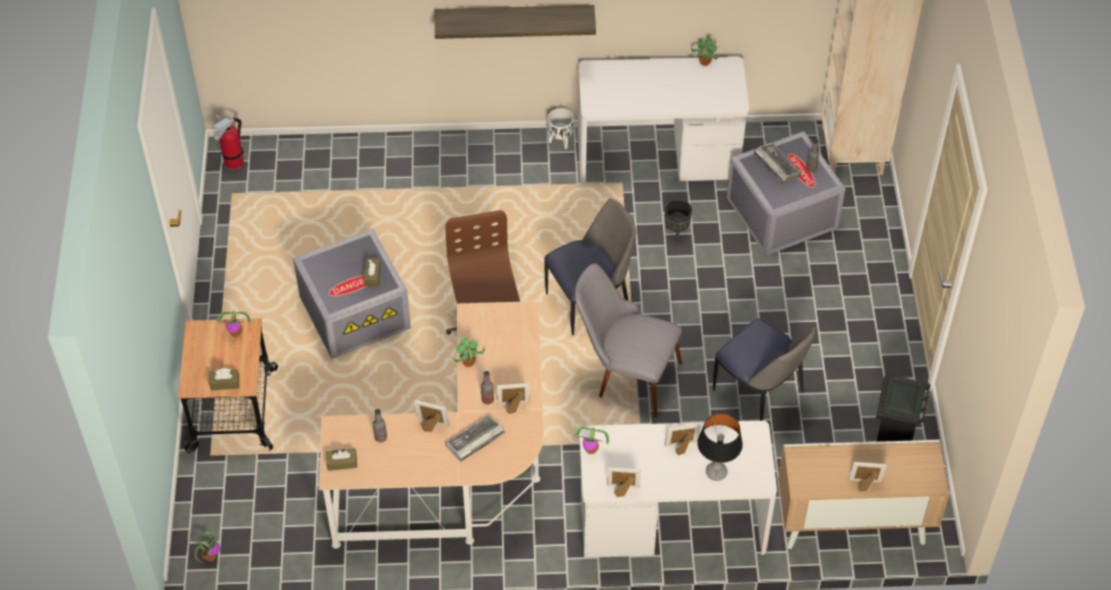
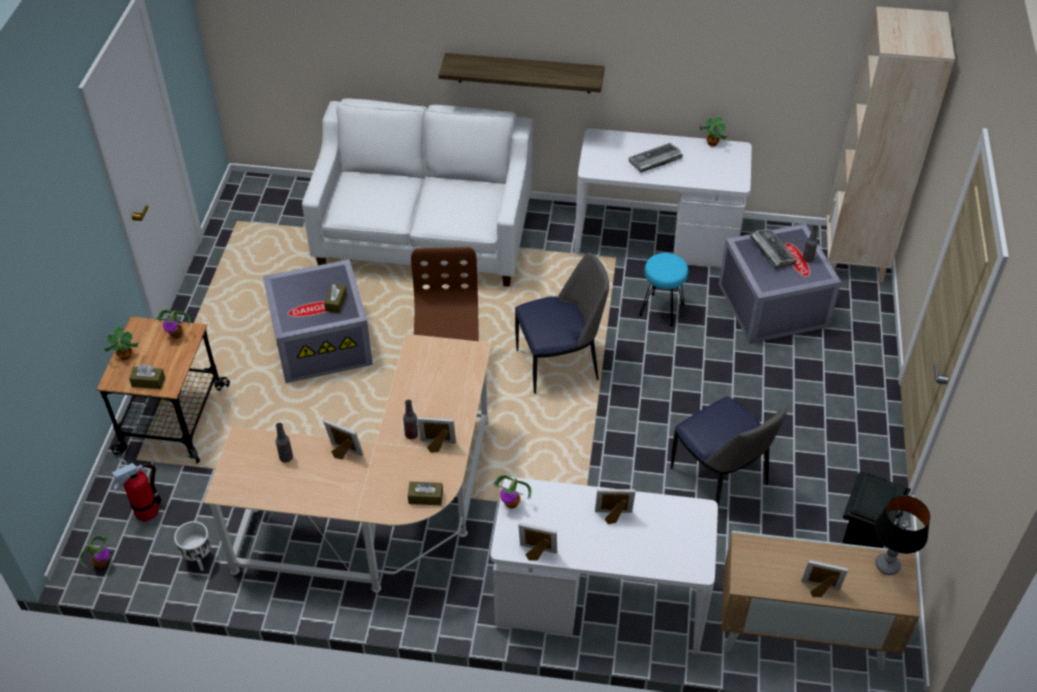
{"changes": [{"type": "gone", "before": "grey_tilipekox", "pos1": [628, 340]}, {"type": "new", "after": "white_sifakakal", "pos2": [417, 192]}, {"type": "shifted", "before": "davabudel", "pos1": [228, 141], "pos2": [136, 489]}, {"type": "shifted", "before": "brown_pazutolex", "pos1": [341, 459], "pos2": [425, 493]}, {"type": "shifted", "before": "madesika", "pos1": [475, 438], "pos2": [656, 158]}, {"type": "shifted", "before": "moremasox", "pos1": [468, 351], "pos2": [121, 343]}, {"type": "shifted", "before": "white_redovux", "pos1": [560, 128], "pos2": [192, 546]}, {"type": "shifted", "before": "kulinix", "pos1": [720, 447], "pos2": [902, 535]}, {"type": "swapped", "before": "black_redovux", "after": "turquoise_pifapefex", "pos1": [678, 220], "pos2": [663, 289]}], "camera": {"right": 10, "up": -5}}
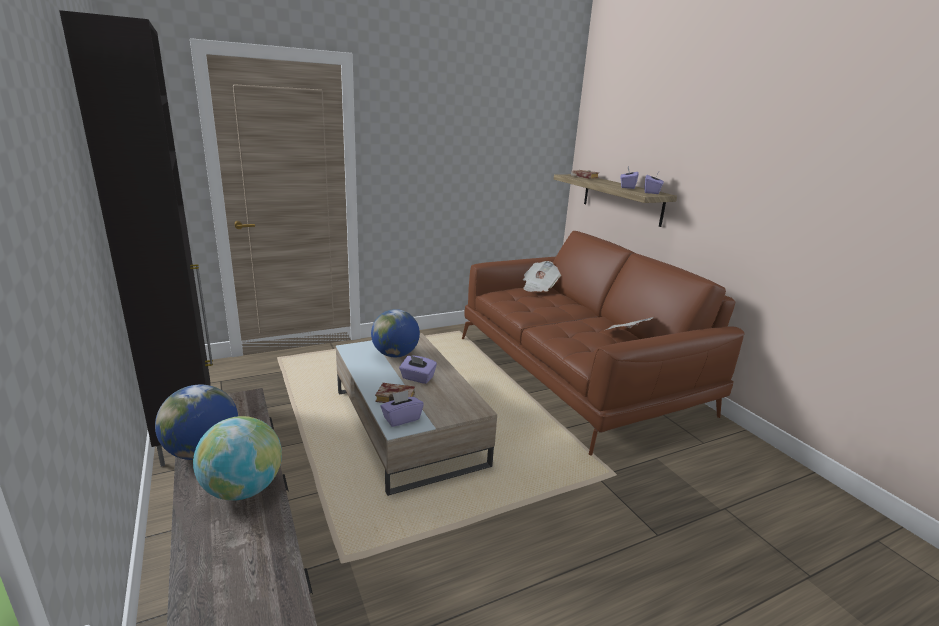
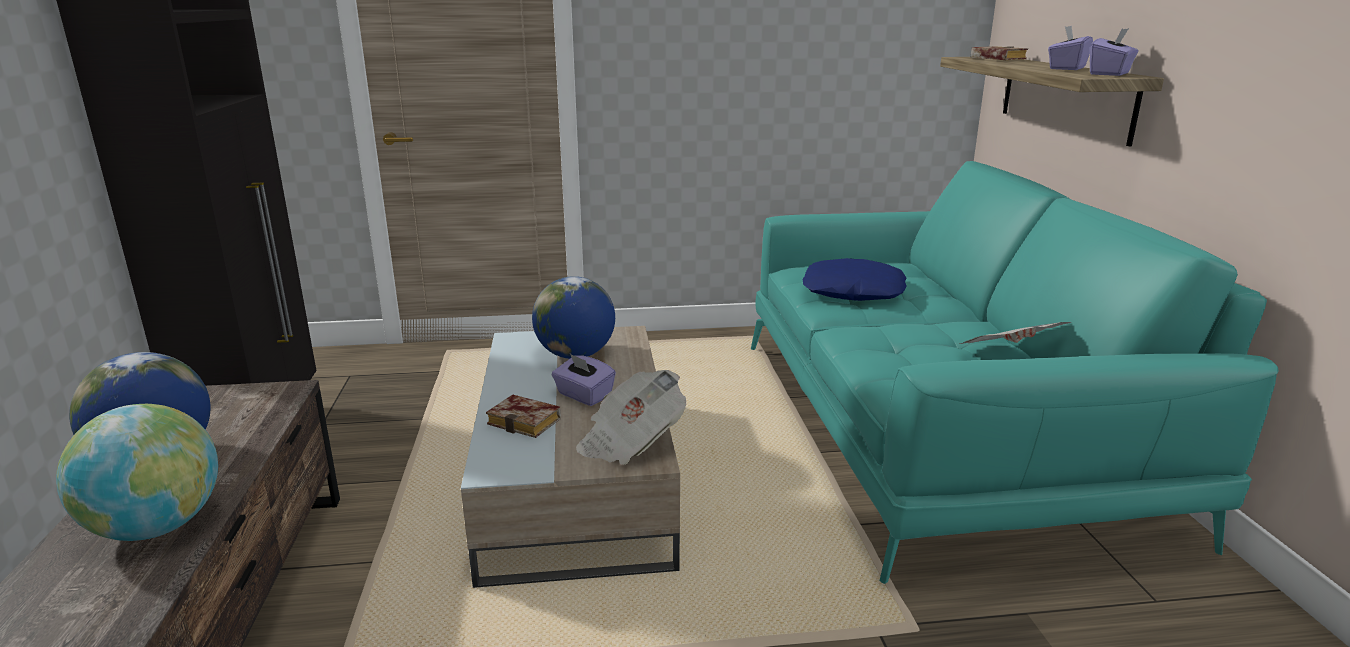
{"changes": [{"type": "gone", "before": "purple_pazutolex", "pos1": [402, 408]}, {"type": "new", "after": "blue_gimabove", "pos2": [855, 279]}, {"type": "shifted", "before": "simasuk", "pos1": [542, 276], "pos2": [631, 417]}, {"type": "repainted", "before": "brown_sifakakal", "after": "turquoise_sifakakal", "pos1": [603, 343], "pos2": [1014, 372]}], "camera": {"right": 20, "up": 0}}
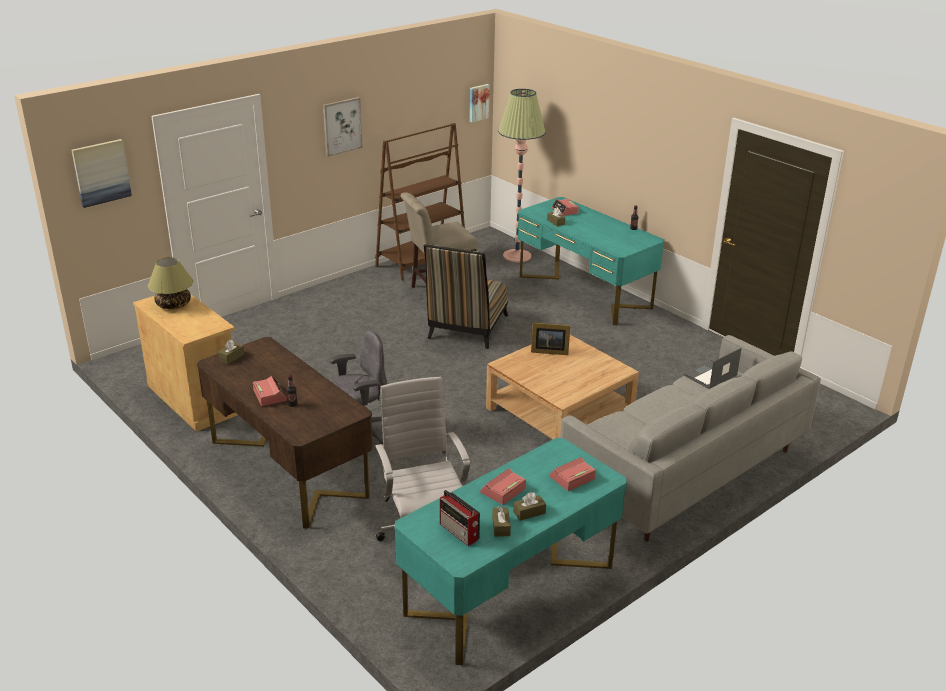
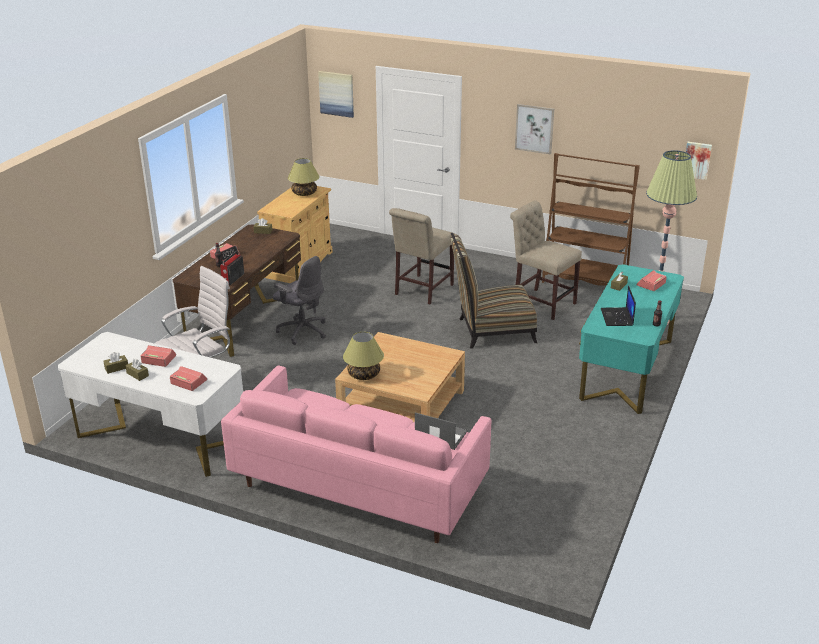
{"changes": [{"type": "gone", "before": "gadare", "pos1": [550, 339]}, {"type": "new", "after": "kulinix", "pos2": [363, 356]}, {"type": "new", "after": "beige_tilipekox", "pos2": [422, 256]}, {"type": "new", "after": "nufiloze", "pos2": [618, 305]}, {"type": "shifted", "before": "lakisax", "pos1": [460, 518], "pos2": [232, 268]}, {"type": "repainted", "before": "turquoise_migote", "after": "white_migote", "pos1": [511, 551], "pos2": [150, 404]}, {"type": "repainted", "before": "grey_sifakakal", "after": "pink_sifakakal", "pos1": [690, 438], "pos2": [356, 454]}], "camera": {"right": 65, "up": 0}}
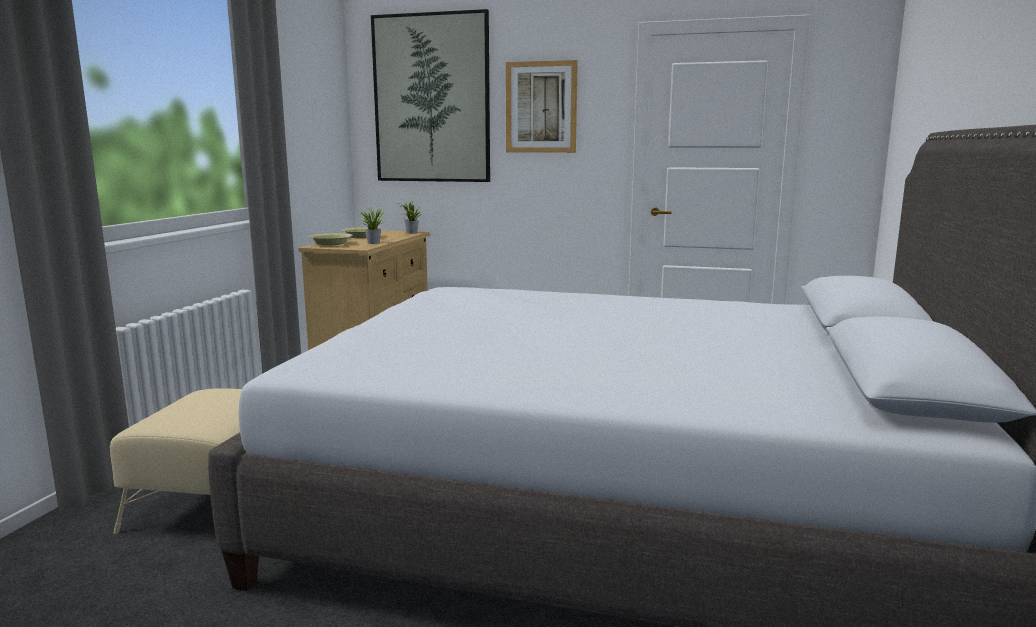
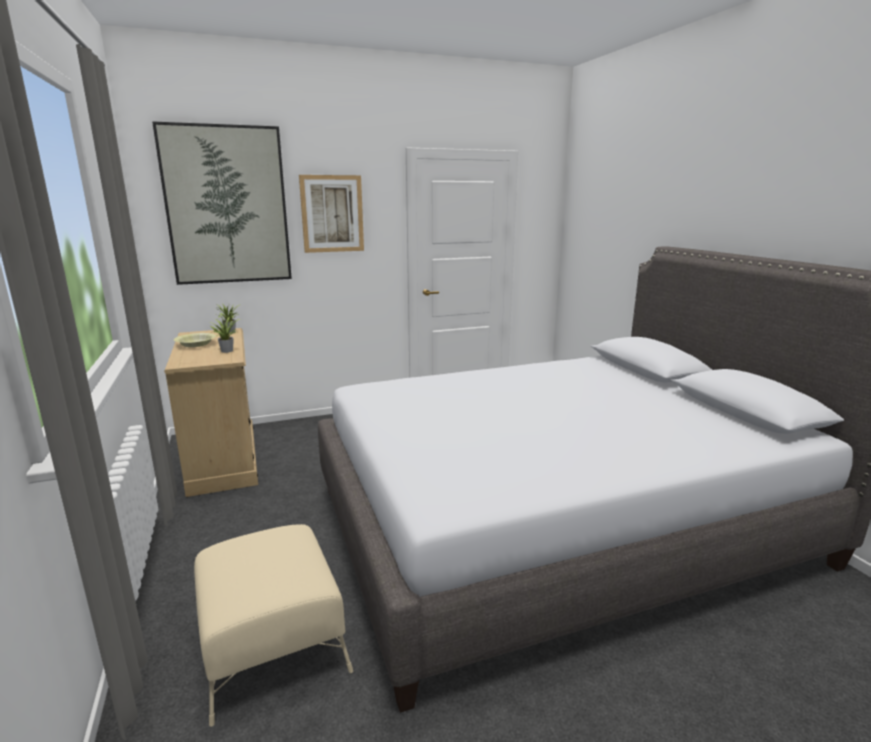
{"changes": [{"type": "gone", "before": "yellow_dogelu", "pos1": [330, 239]}], "camera": {"right": -35, "up": 5}}
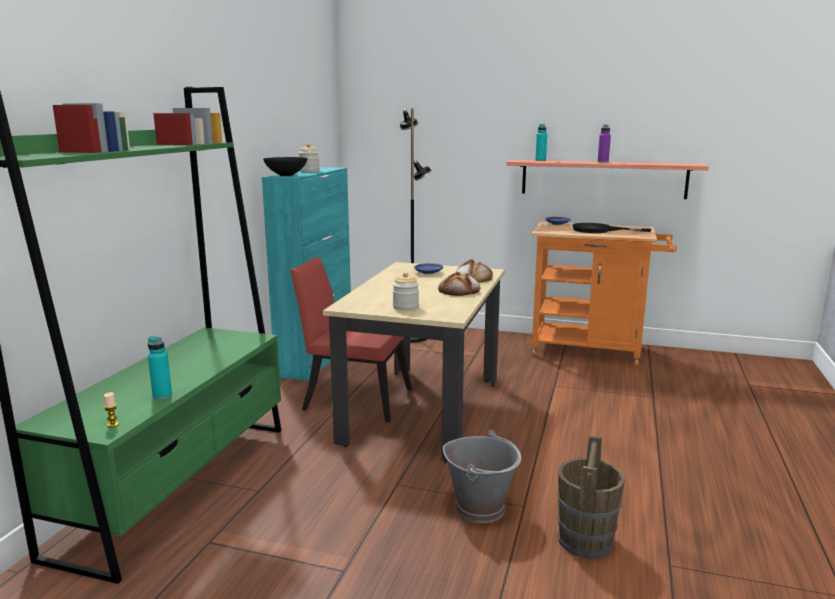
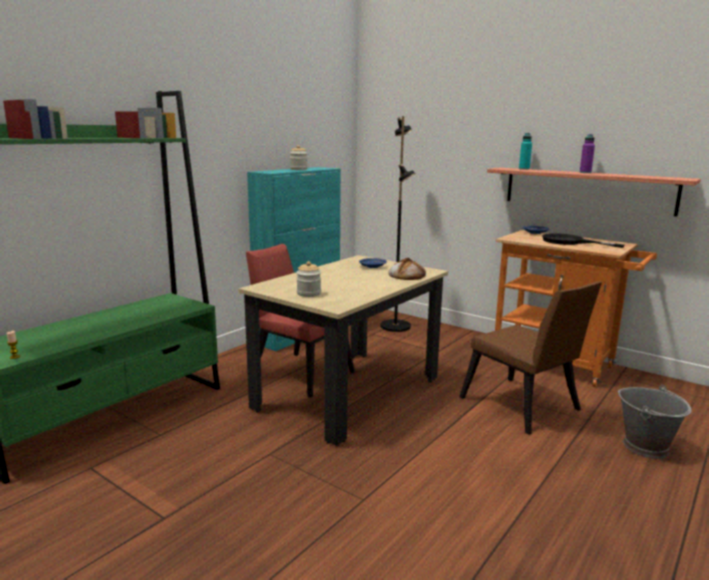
{"changes": [{"type": "gone", "before": "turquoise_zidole", "pos1": [160, 368]}, {"type": "gone", "before": "black_dogelu", "pos1": [285, 166]}, {"type": "gone", "before": "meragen", "pos1": [459, 284]}, {"type": "gone", "before": "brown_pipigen", "pos1": [591, 497]}, {"type": "new", "after": "brown_tilipekox", "pos2": [530, 358]}, {"type": "shifted", "before": "grey_pipigen", "pos1": [482, 476], "pos2": [654, 422]}], "camera": {"right": 20, "up": 0}}
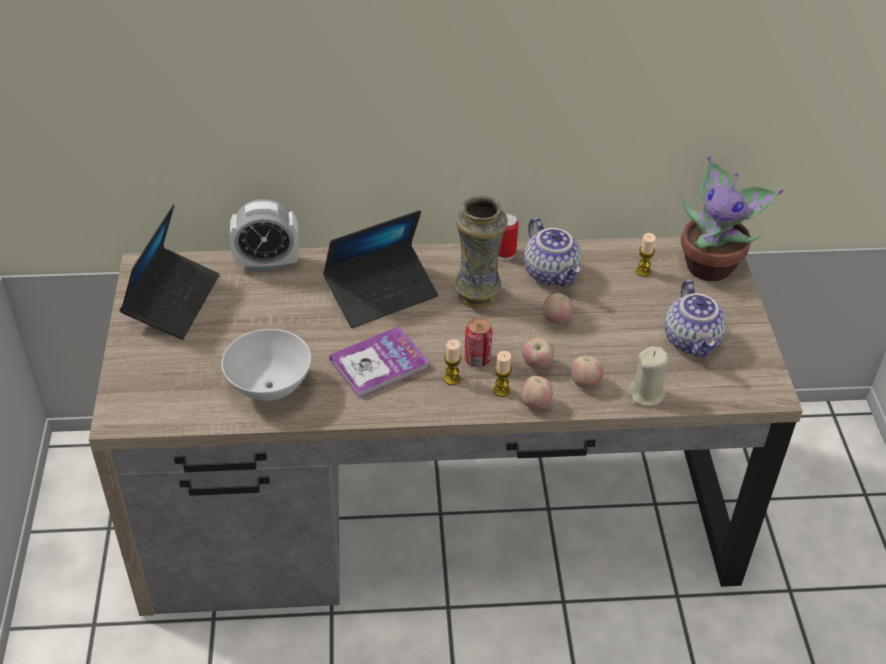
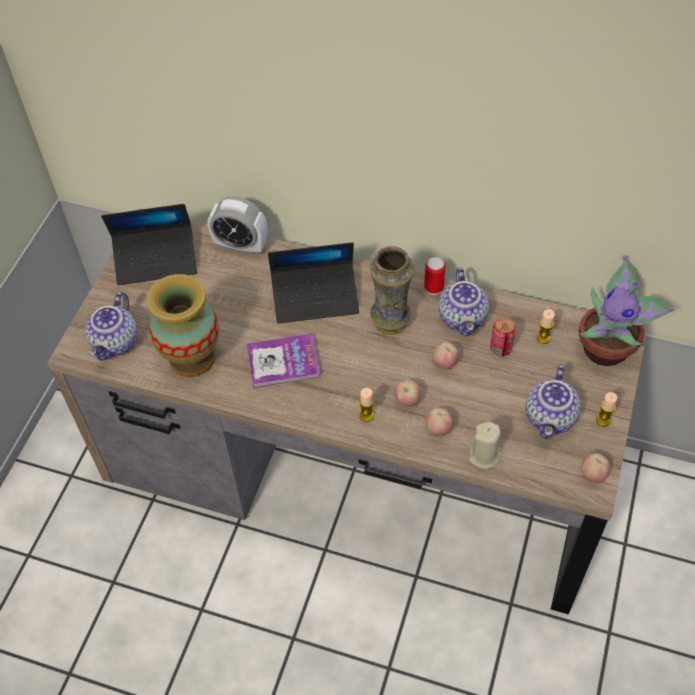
{"changes": [{"type": "new", "after": "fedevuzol", "pos2": [111, 326]}, {"type": "shifted", "before": "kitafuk", "pos1": [453, 362], "pos2": [606, 409]}, {"type": "shifted", "before": "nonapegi", "pos1": [478, 342], "pos2": [503, 336]}, {"type": "shifted", "before": "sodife", "pos1": [536, 392], "pos2": [595, 468]}, {"type": "swapped", "before": "white_dogelu", "after": "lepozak", "pos1": [266, 365], "pos2": [182, 325]}, {"type": "rotated", "before": "nufiloze", "pos1": [170, 272], "pos2": [149, 244], "turn": 45}], "camera": {"right": 25, "up": 10}}
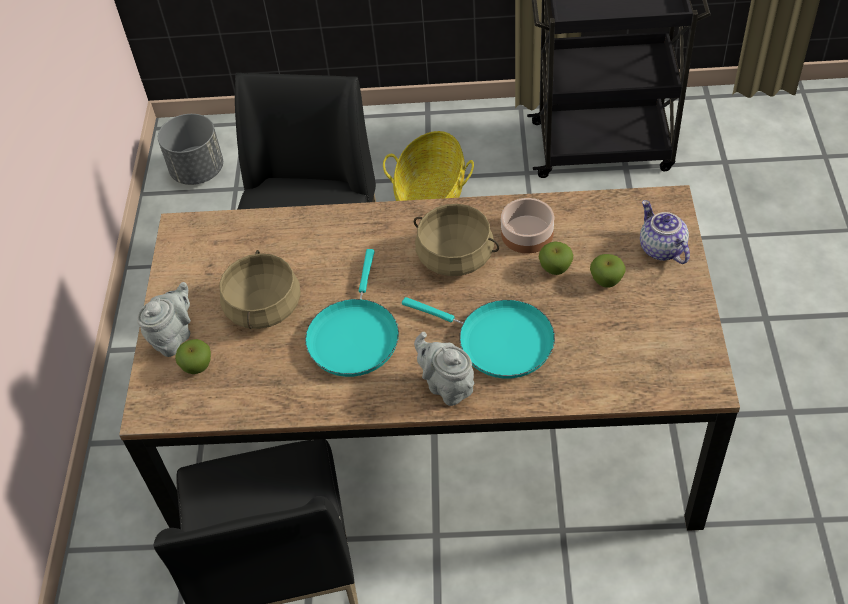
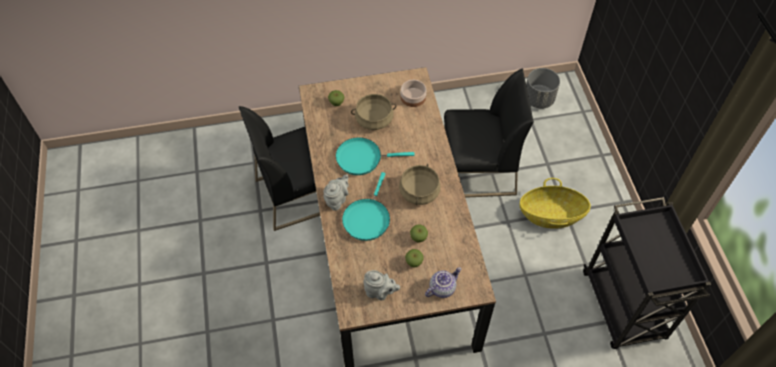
{"changes": [{"type": "shifted", "before": "grey_fedevuzol", "pos1": [164, 319], "pos2": [381, 285]}, {"type": "shifted", "before": "dogelu", "pos1": [527, 225], "pos2": [414, 93]}], "camera": {"right": 75, "up": 5}}
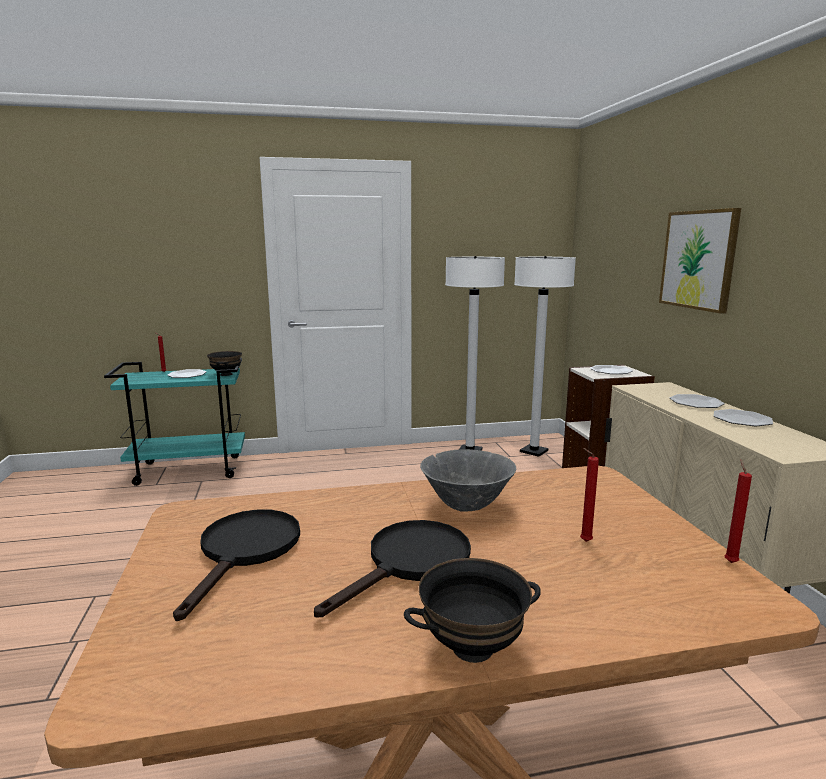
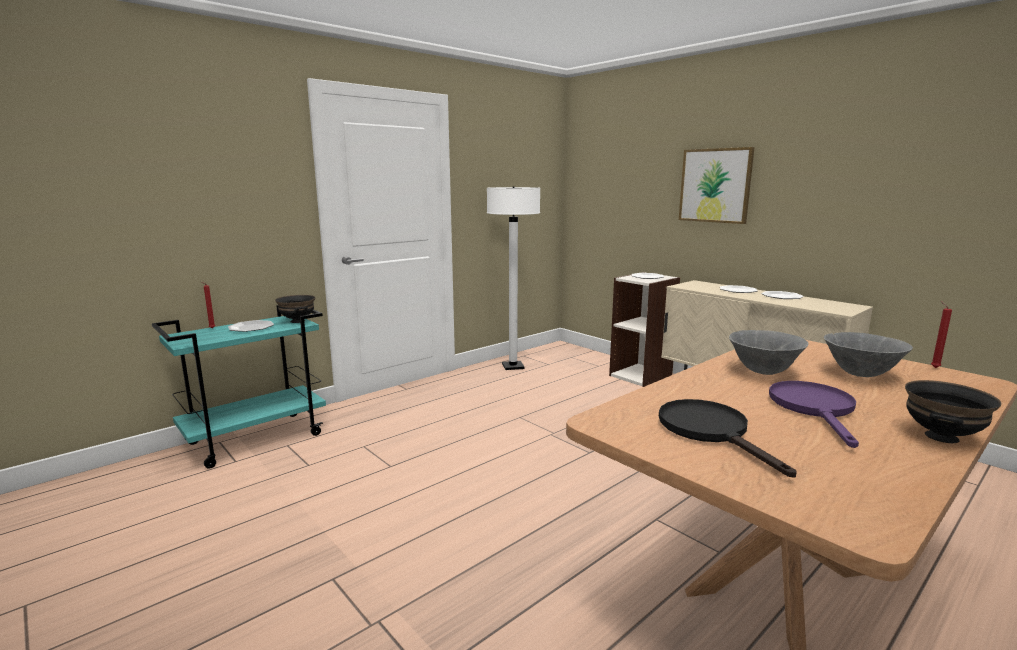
{"changes": [{"type": "gone", "before": "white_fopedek", "pos1": [545, 356]}, {"type": "swapped", "before": "red_kitafuk", "after": "grey_dogelu", "pos1": [589, 495], "pos2": [868, 354]}, {"type": "repainted", "before": "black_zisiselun", "after": "purple_zisiselun", "pos1": [392, 568], "pos2": [814, 414]}], "camera": {"right": -30, "up": 0}}
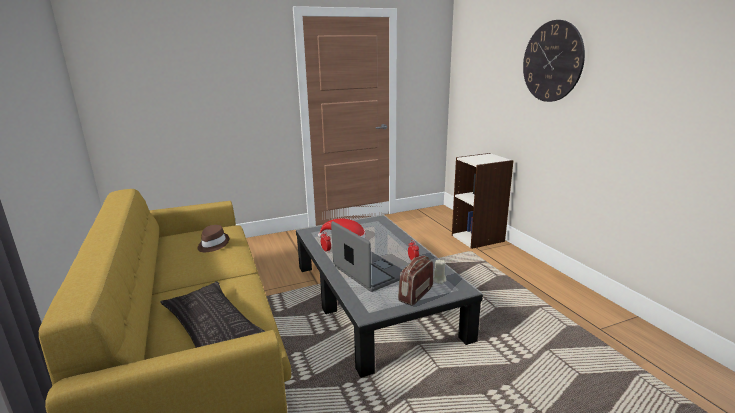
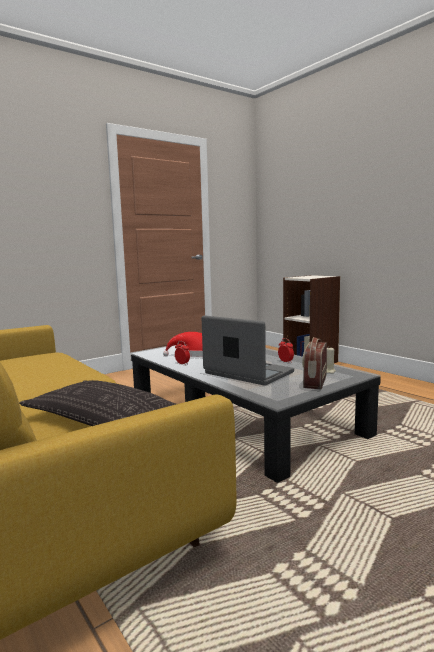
{"changes": [{"type": "gone", "before": "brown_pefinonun", "pos1": [213, 238]}, {"type": "gone", "before": "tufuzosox", "pos1": [554, 61]}], "camera": {"right": -15, "up": -10}}
